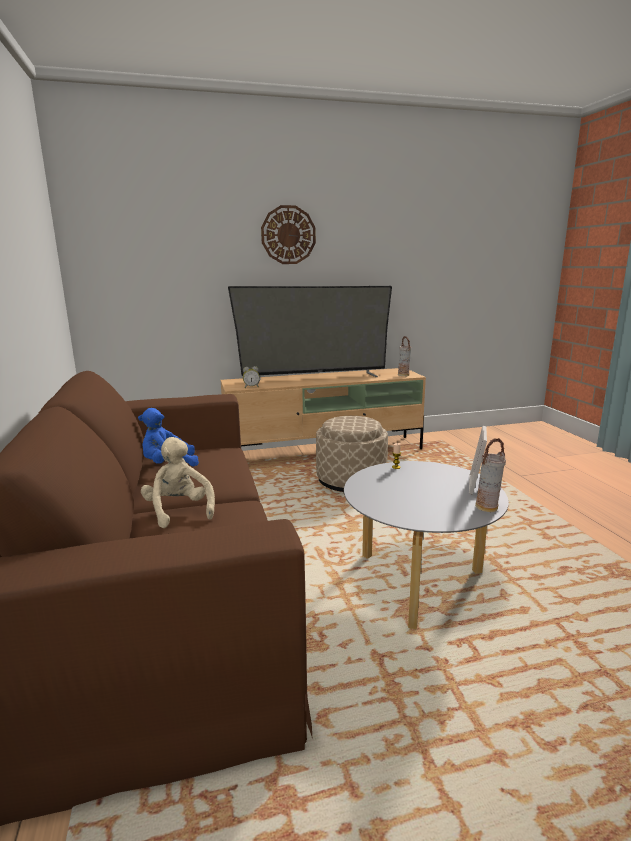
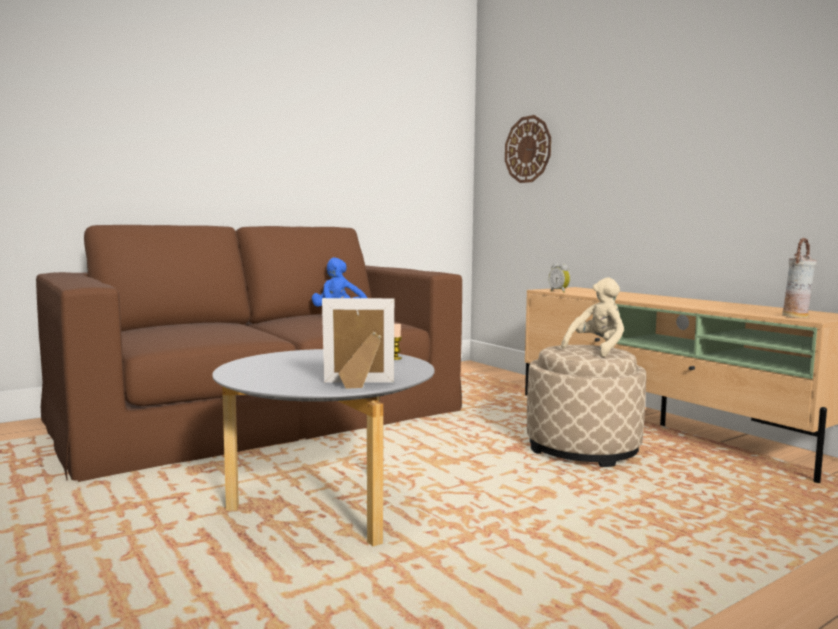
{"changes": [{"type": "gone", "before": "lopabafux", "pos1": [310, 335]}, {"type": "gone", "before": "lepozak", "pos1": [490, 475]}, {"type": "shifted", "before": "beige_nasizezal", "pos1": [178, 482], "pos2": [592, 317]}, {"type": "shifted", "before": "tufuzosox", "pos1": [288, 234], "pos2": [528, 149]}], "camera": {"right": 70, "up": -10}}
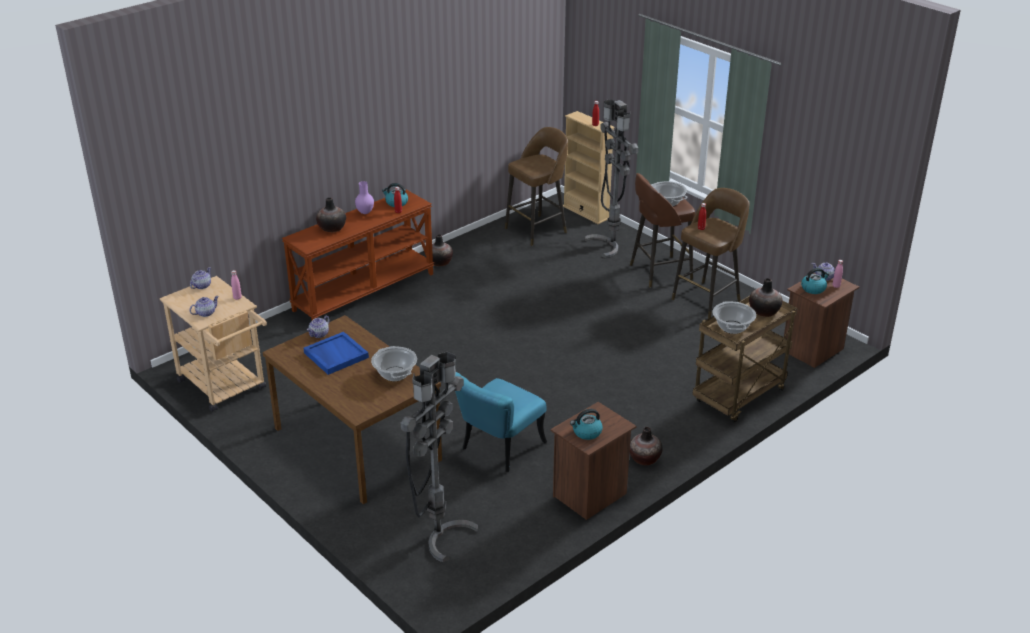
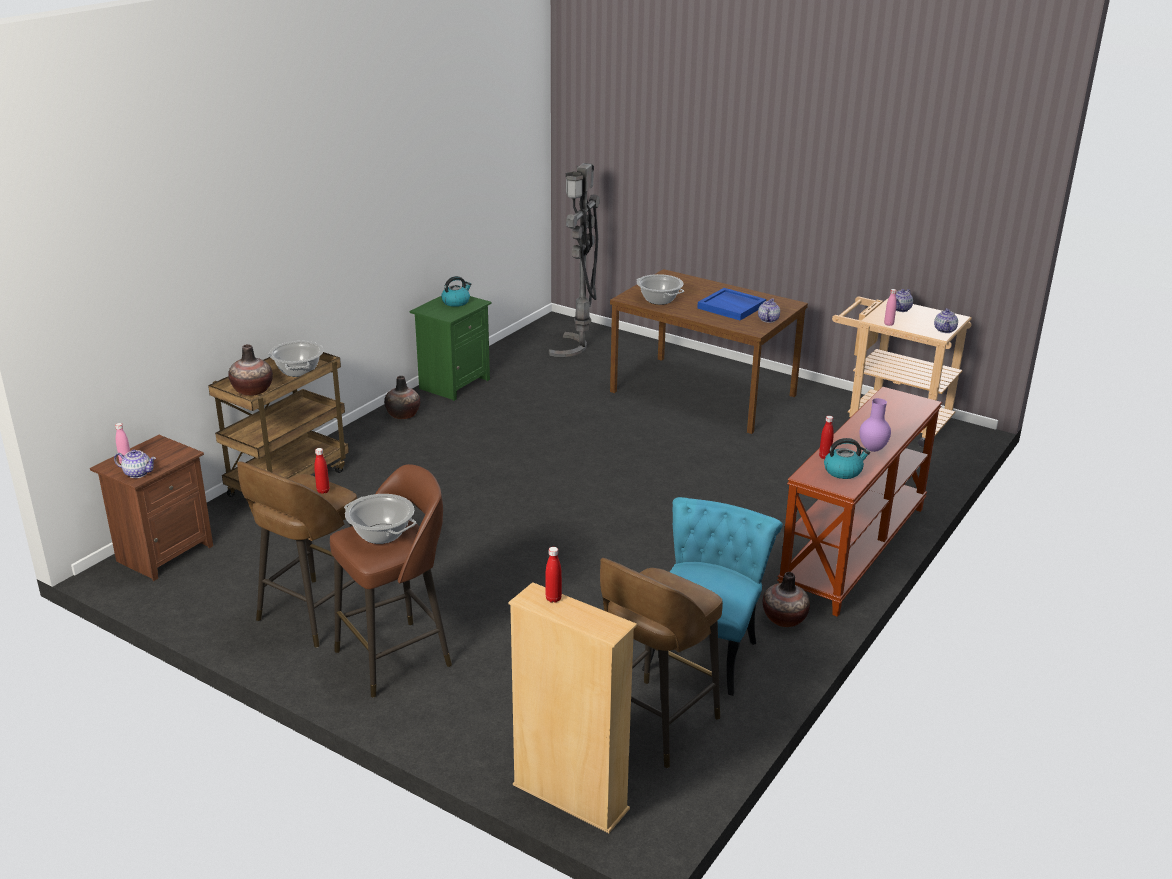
{"changes": [{"type": "gone", "before": "lepozak", "pos1": [331, 214]}, {"type": "gone", "before": "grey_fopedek", "pos1": [612, 178]}, {"type": "gone", "before": "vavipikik", "pos1": [815, 281]}, {"type": "shifted", "before": "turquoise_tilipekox", "pos1": [501, 422], "pos2": [712, 596]}, {"type": "repainted", "before": "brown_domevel", "after": "green_domevel", "pos1": [593, 461], "pos2": [451, 348]}], "camera": {"right": 165, "up": -5}}
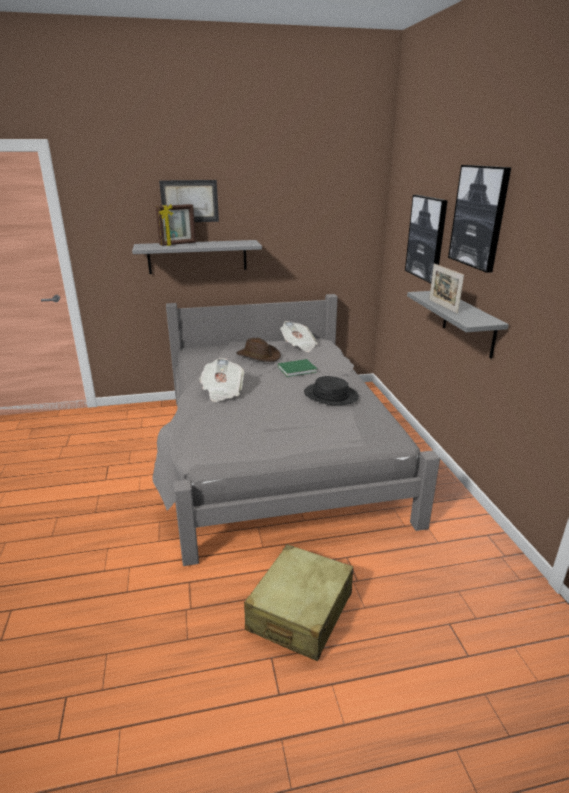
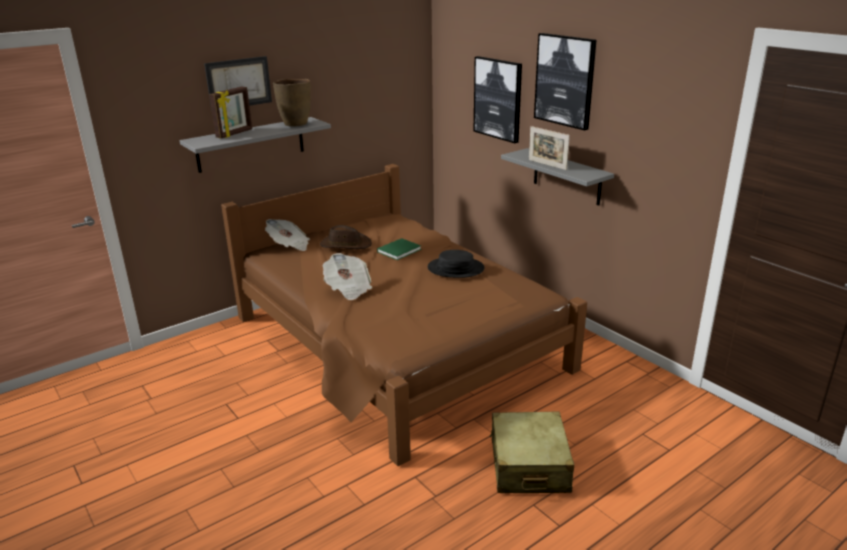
{"changes": [{"type": "new", "after": "brown_lepozak", "pos2": [292, 103]}, {"type": "shifted", "before": "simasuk", "pos1": [299, 336], "pos2": [287, 235]}, {"type": "repainted", "before": "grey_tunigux", "after": "brown_tunigux", "pos1": [296, 430], "pos2": [404, 315]}], "camera": {"right": -25, "up": 0}}
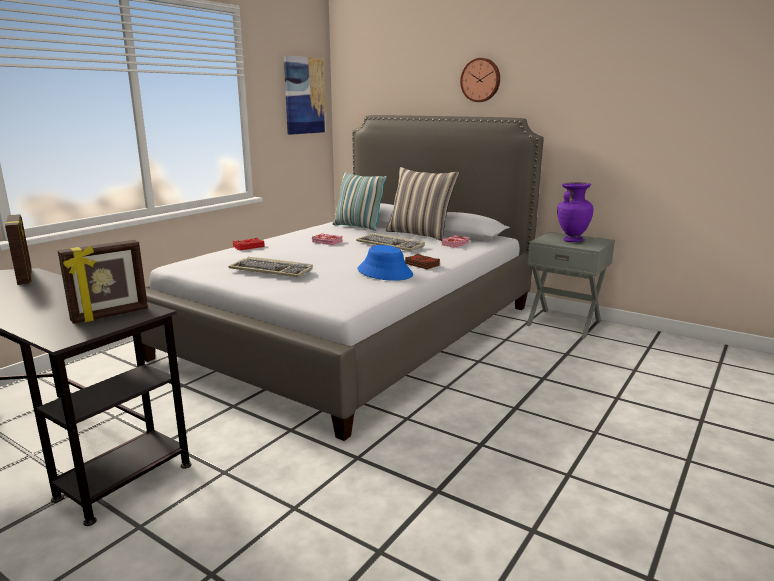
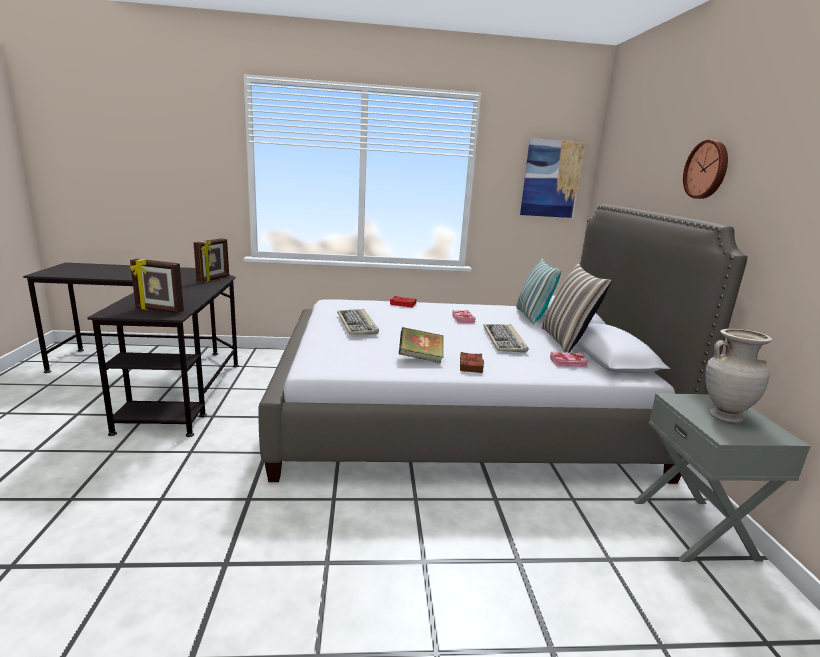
{"changes": [{"type": "swapped", "before": "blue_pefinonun", "after": "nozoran", "pos1": [385, 263], "pos2": [421, 345]}, {"type": "repainted", "before": "purple_lepozak", "after": "beige_lepozak", "pos1": [575, 212], "pos2": [738, 376]}], "camera": {"right": 50, "up": 0}}
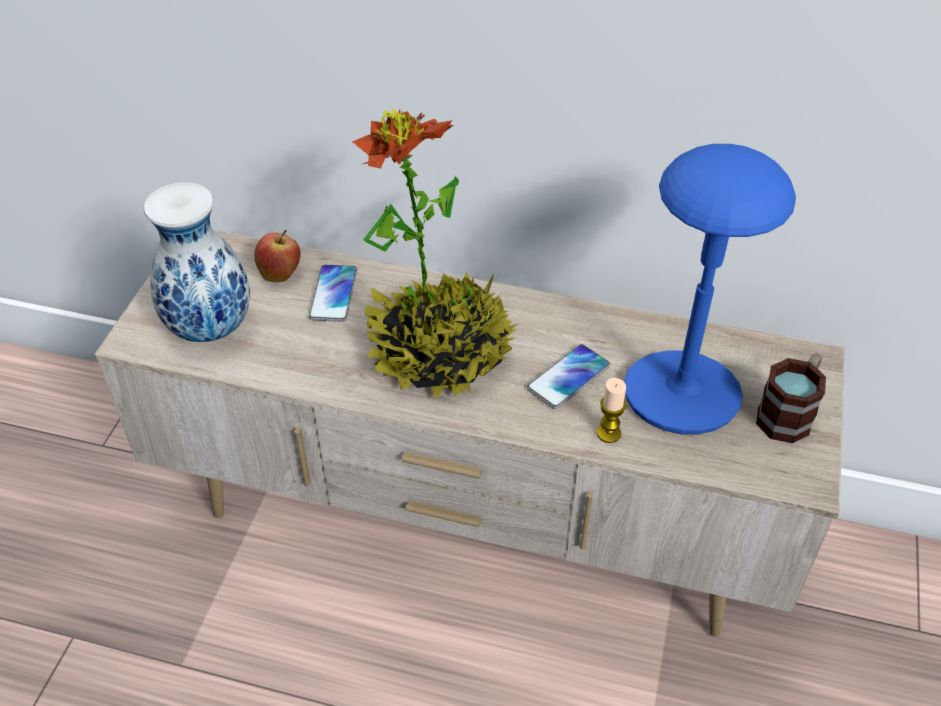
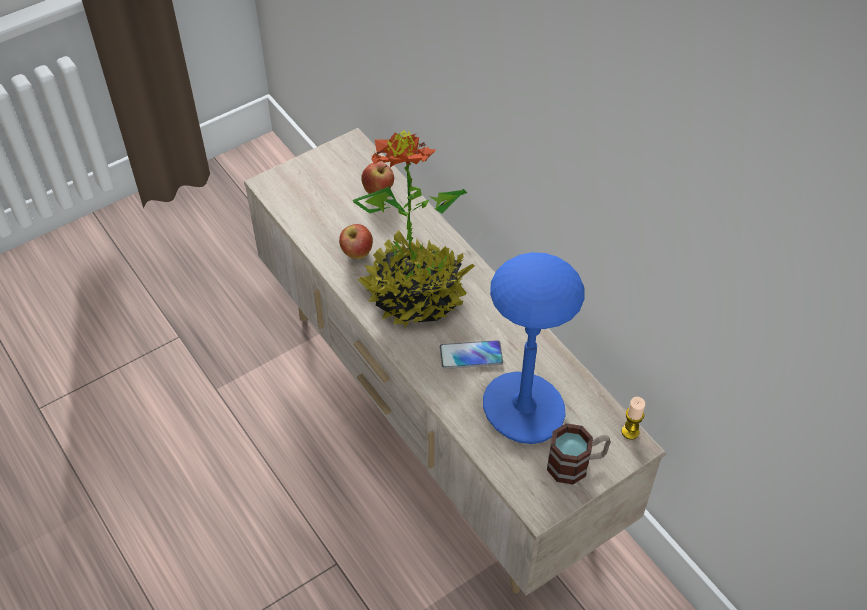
{"changes": [{"type": "gone", "before": "lepozak", "pos1": [197, 262]}, {"type": "gone", "before": "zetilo", "pos1": [333, 293]}, {"type": "new", "after": "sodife", "pos2": [356, 241]}, {"type": "shifted", "before": "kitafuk", "pos1": [611, 410], "pos2": [633, 418]}], "camera": {"right": 40, "up": 5}}
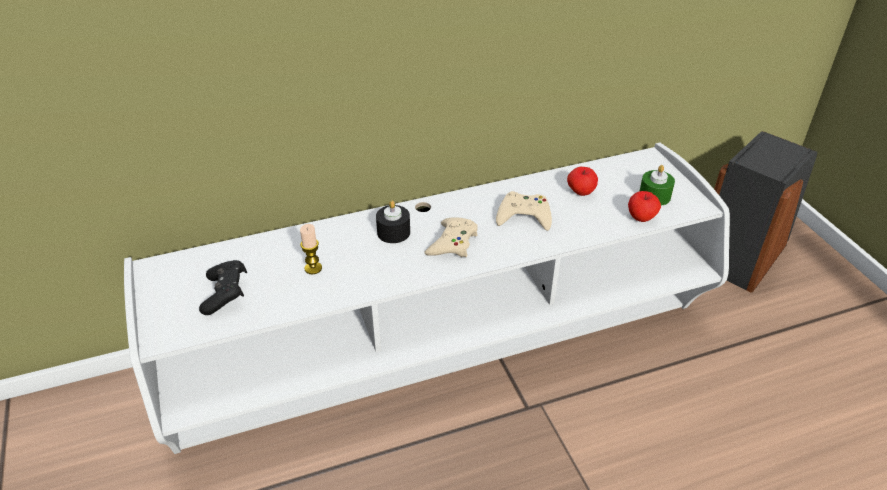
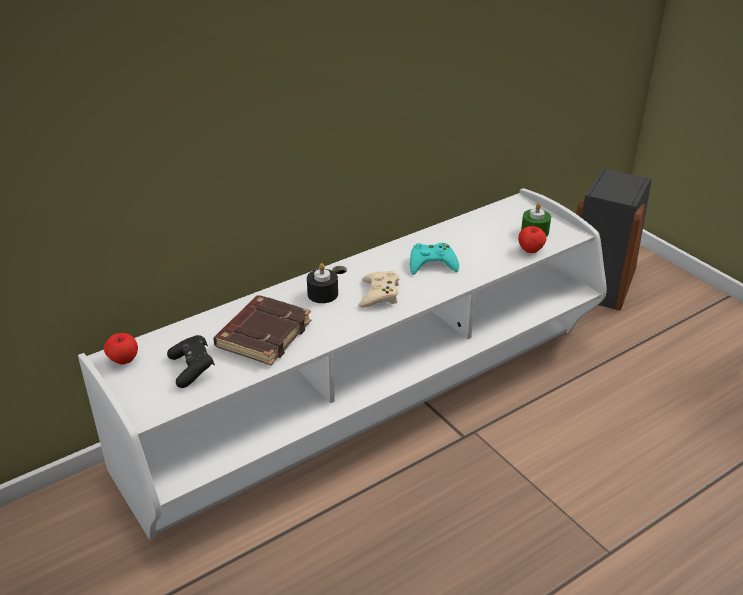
{"changes": [{"type": "shifted", "before": "sodife", "pos1": [582, 181], "pos2": [121, 349]}, {"type": "swapped", "before": "kitafuk", "after": "brown_nozoran", "pos1": [311, 249], "pos2": [262, 330]}, {"type": "repainted", "before": "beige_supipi", "after": "turquoise_supipi", "pos1": [524, 211], "pos2": [434, 259]}], "camera": {"right": -15, "up": -5}}
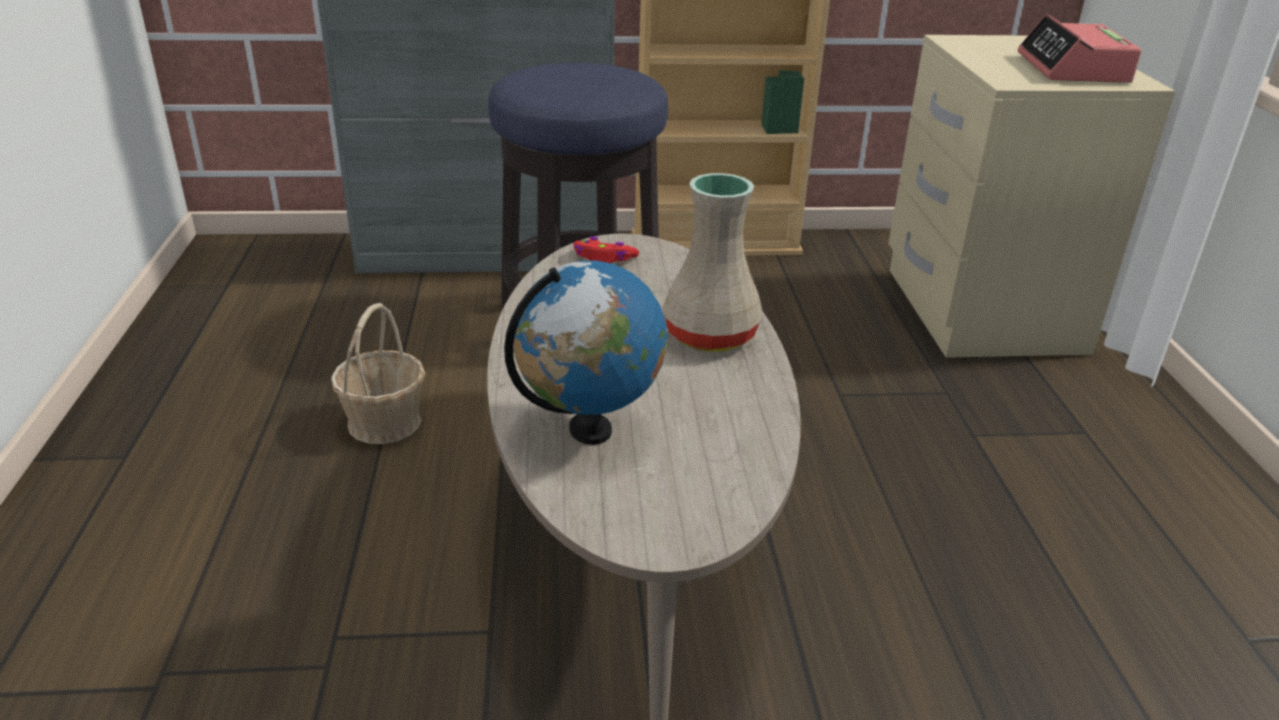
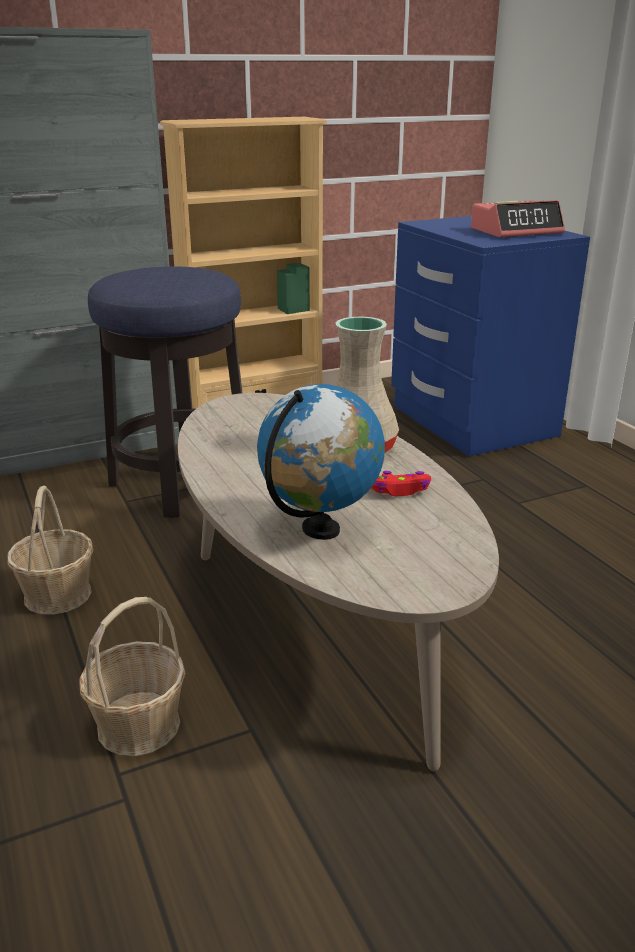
{"changes": [{"type": "new", "after": "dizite", "pos2": [132, 676]}, {"type": "shifted", "before": "red_supipi", "pos1": [606, 250], "pos2": [400, 483]}, {"type": "repainted", "before": "beige_domevel", "after": "blue_domevel", "pos1": [1032, 196], "pos2": [490, 336]}, {"type": "rotated", "before": "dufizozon", "pos1": [1079, 48], "pos2": [518, 218], "turn": -90}], "camera": {"right": -20, "up": -5}}
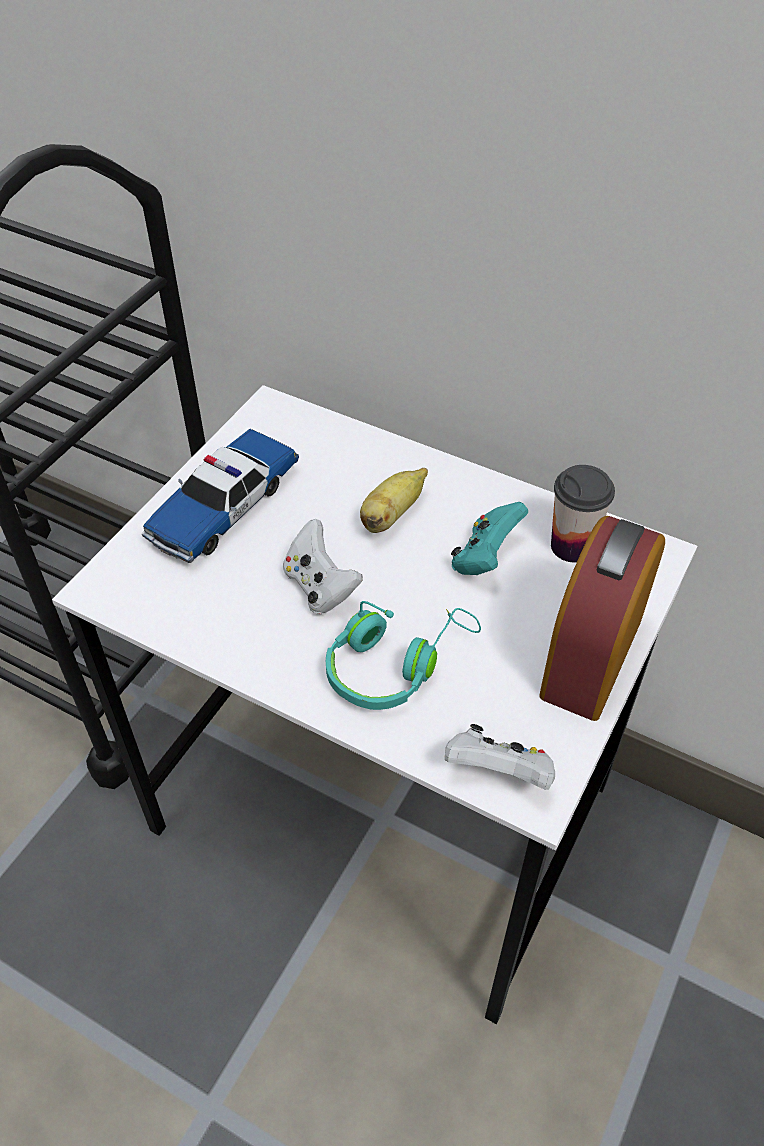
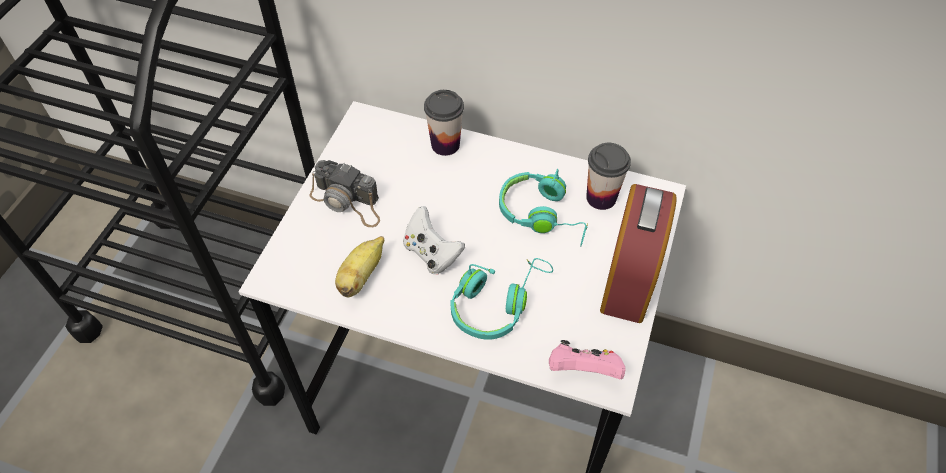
{"changes": [{"type": "new", "after": "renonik", "pos2": [444, 123]}, {"type": "shifted", "before": "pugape", "pos1": [394, 500], "pos2": [359, 266]}, {"type": "swapped", "before": "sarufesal", "after": "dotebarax", "pos1": [220, 496], "pos2": [345, 193]}, {"type": "swapped", "before": "turquoise_supipi", "after": "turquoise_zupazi", "pos1": [489, 538], "pos2": [543, 207]}, {"type": "repainted", "before": "white_supipi", "after": "pink_supipi", "pos1": [500, 757], "pos2": [587, 359]}], "camera": {"right": -10, "up": 5}}
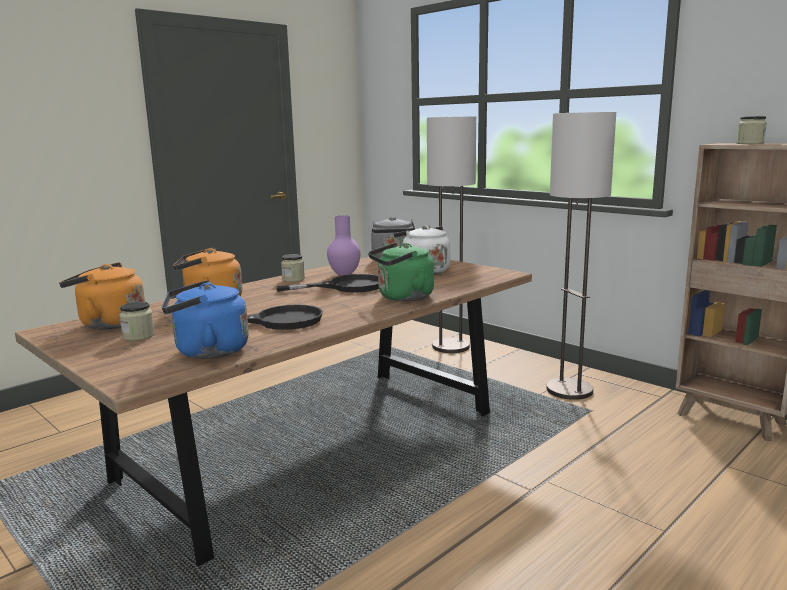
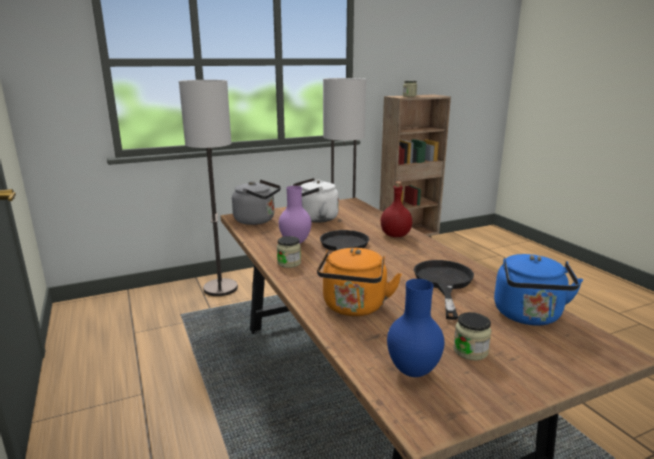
{"changes": [{"type": "swapped", "before": "orange_vavipikik", "after": "blue_lepozak", "pos1": [102, 296], "pos2": [415, 328]}, {"type": "swapped", "before": "green_vavipikik", "after": "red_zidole", "pos1": [401, 272], "pos2": [396, 209]}], "camera": {"right": -70, "up": 5}}
